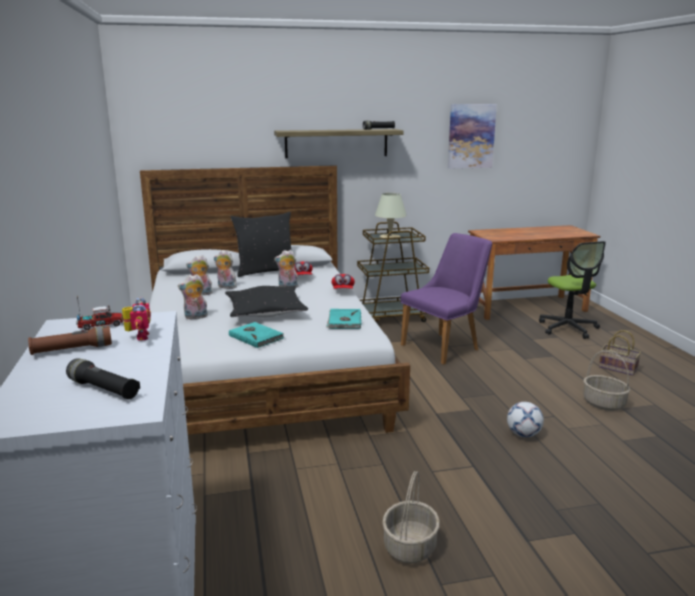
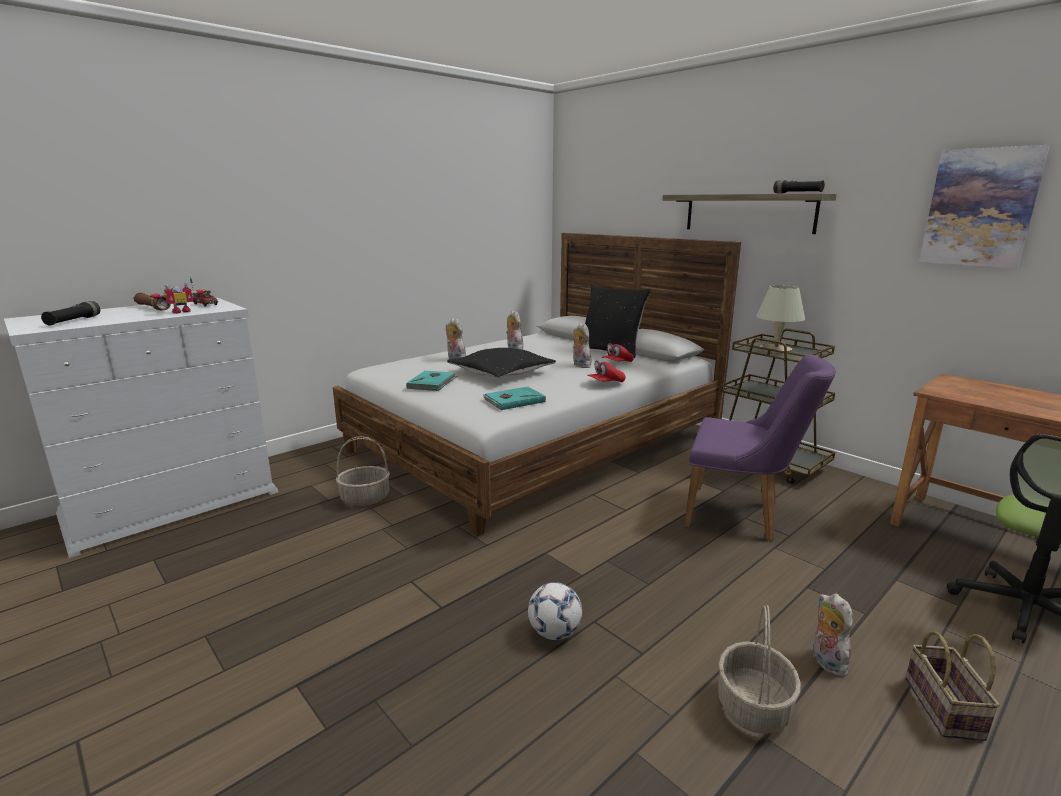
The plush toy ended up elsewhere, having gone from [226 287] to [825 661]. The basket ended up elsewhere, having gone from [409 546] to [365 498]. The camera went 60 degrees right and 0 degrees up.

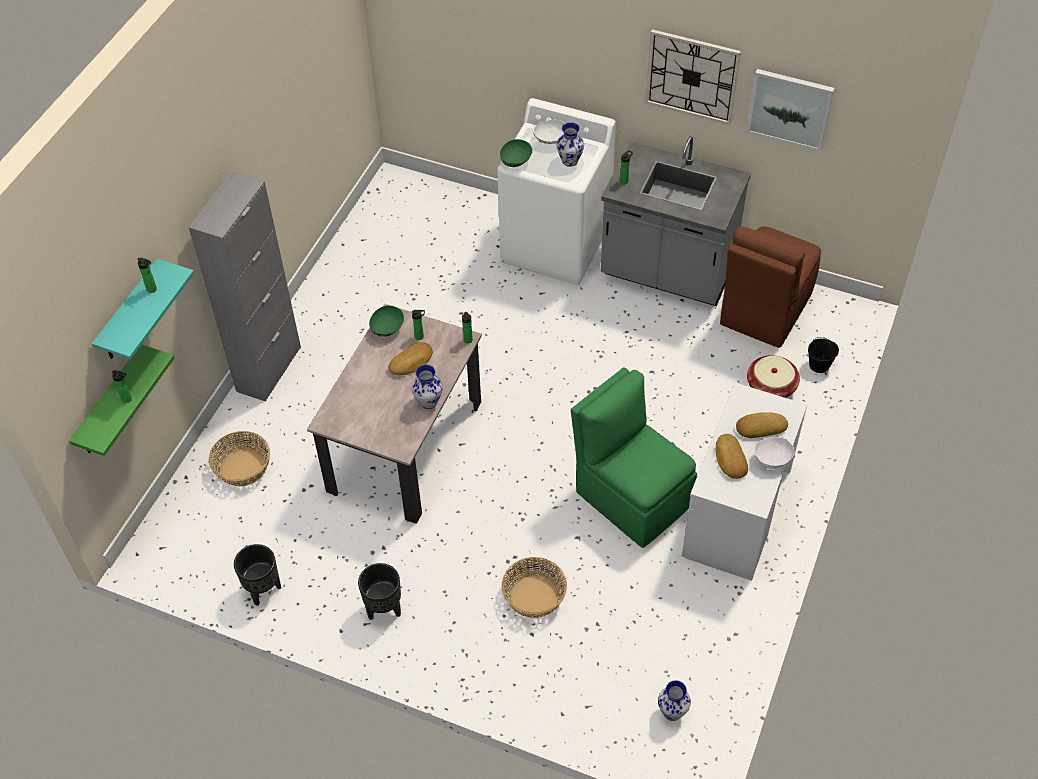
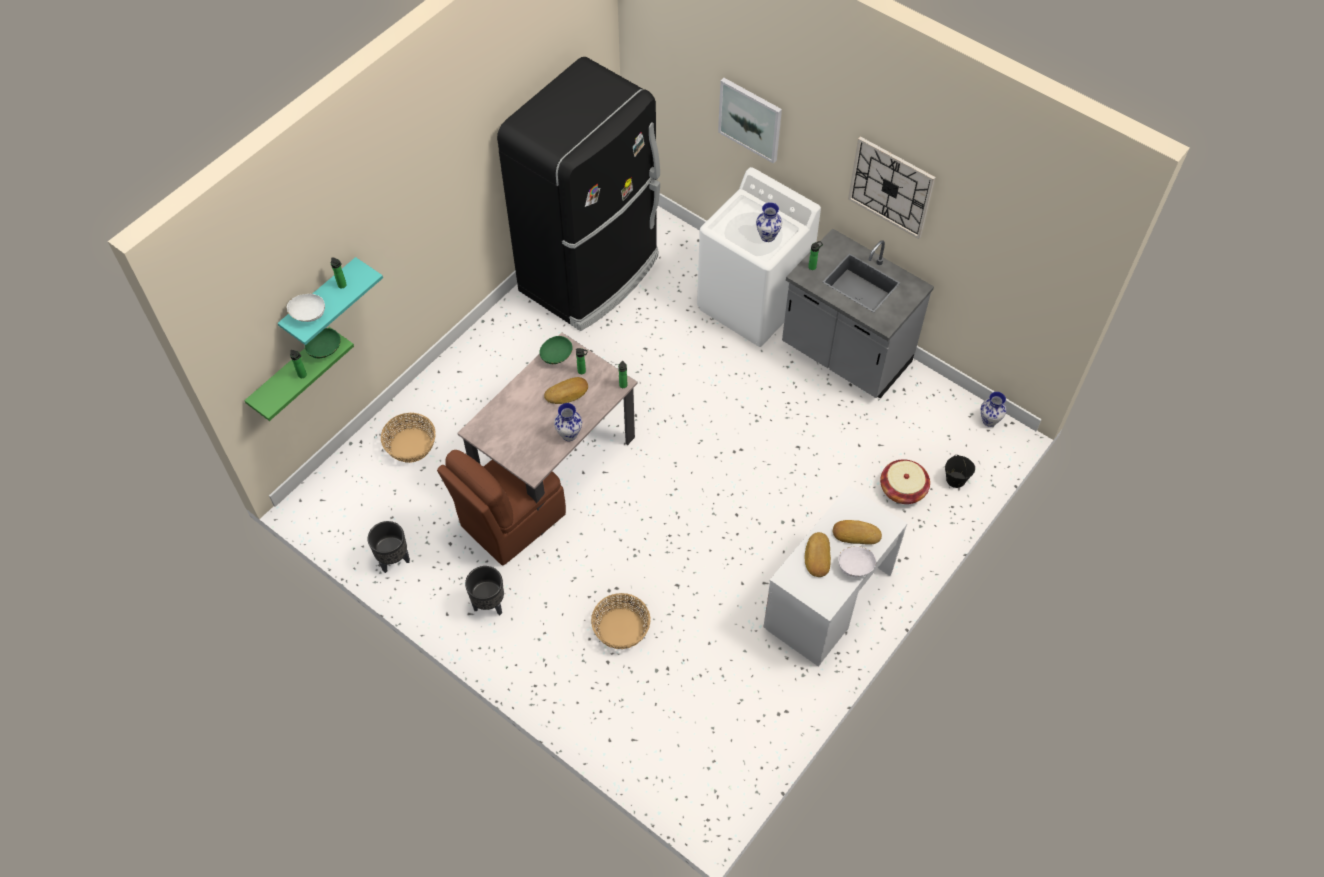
The second view lost the grey cabinet at [269 369]. The green bowl ended up elsewhere, having gone from [516 161] to [325 350]. The white bowl ended up elsewhere, having gone from [550 140] to [308 315]. The second view lost the green chair at [631 496]. The vase ended up elsewhere, having gone from [672 712] to [989 421]. The brown chair ended up elsewhere, having gone from [764 310] to [510 521]. The picture ended up elsewhere, having gone from [790 108] to [750 119]. The second view gained the black fridge at [591 274]. The camera went 15 degrees right and 5 degrees up.

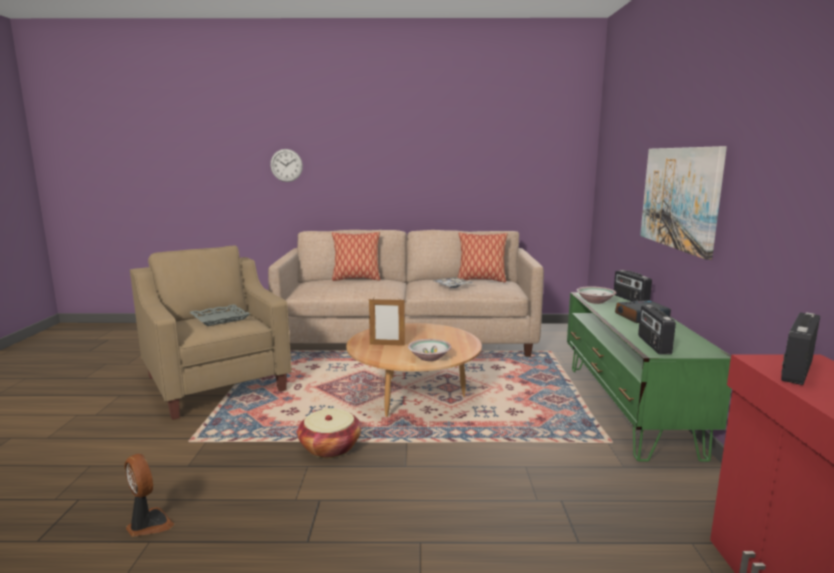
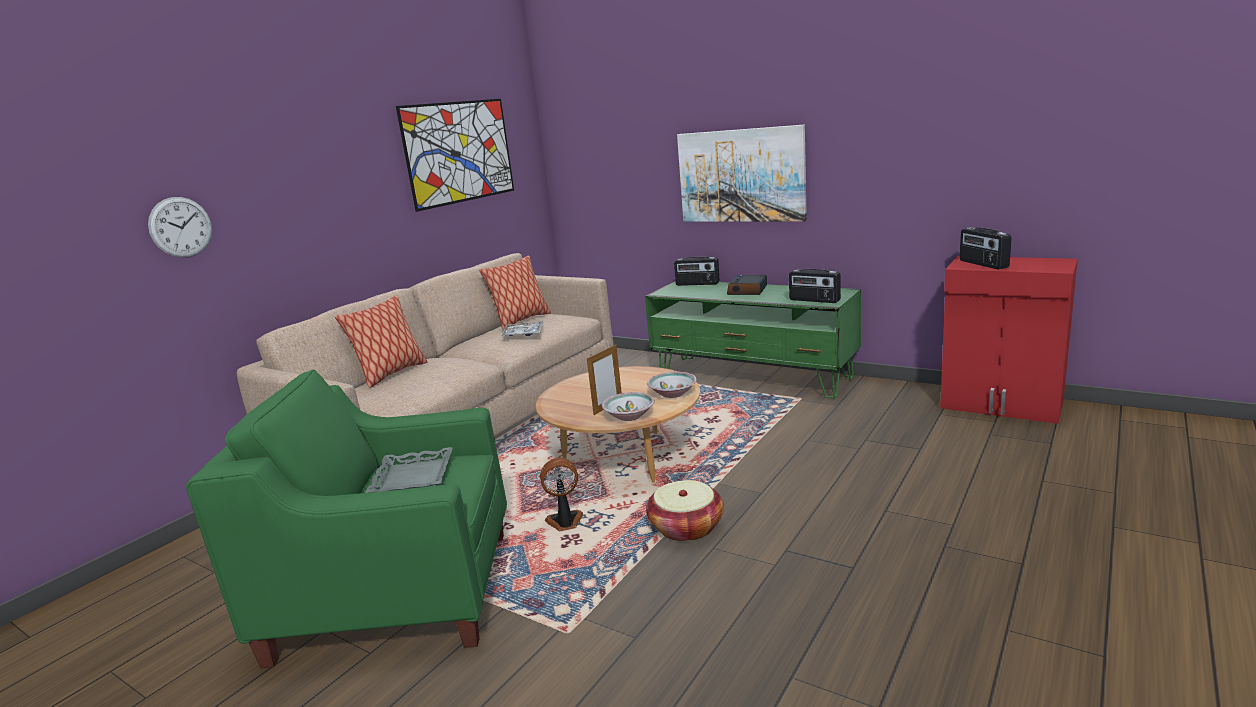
The fan ended up elsewhere, having gone from [148 524] to [565 522]. What was the beige armchair at [216 383] turned into the green armchair at [396 594]. The bowl ended up elsewhere, having gone from [595 301] to [629 415]. The second view gained the picture at [459 152]. The camera went 55 degrees left and 5 degrees up.

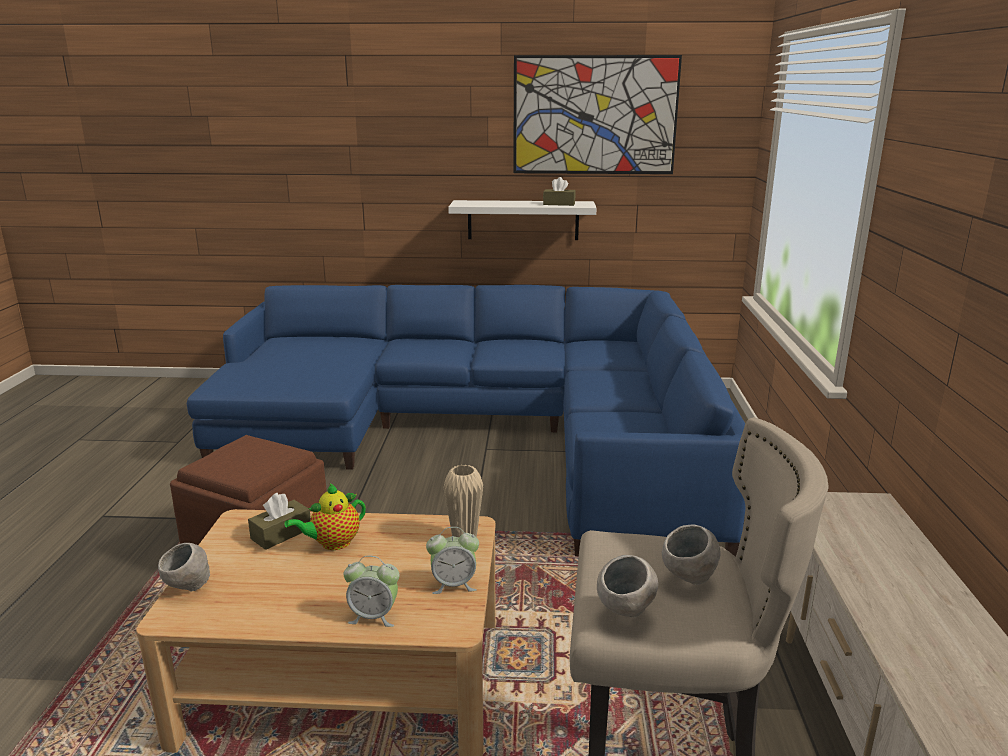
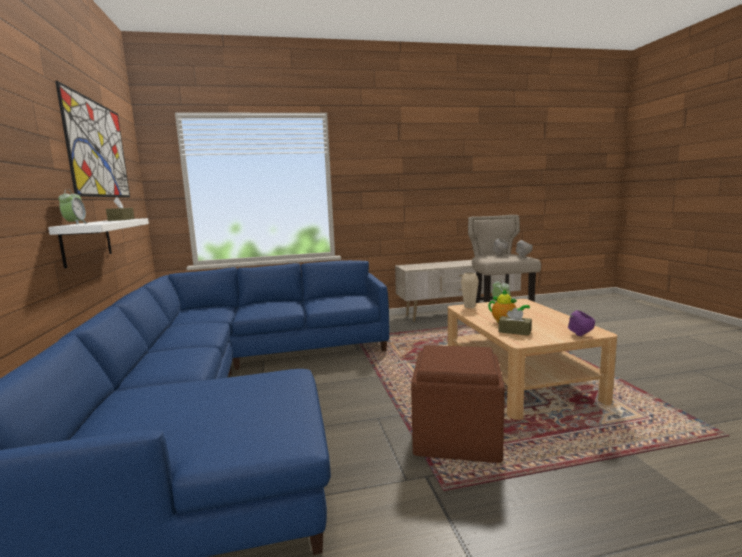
What was the grey bowl at [189 588] turned into the purple bowl at [580 335]. The alarm clock ended up elsewhere, having gone from [374 616] to [75 224]. The camera went 105 degrees left and 10 degrees down.

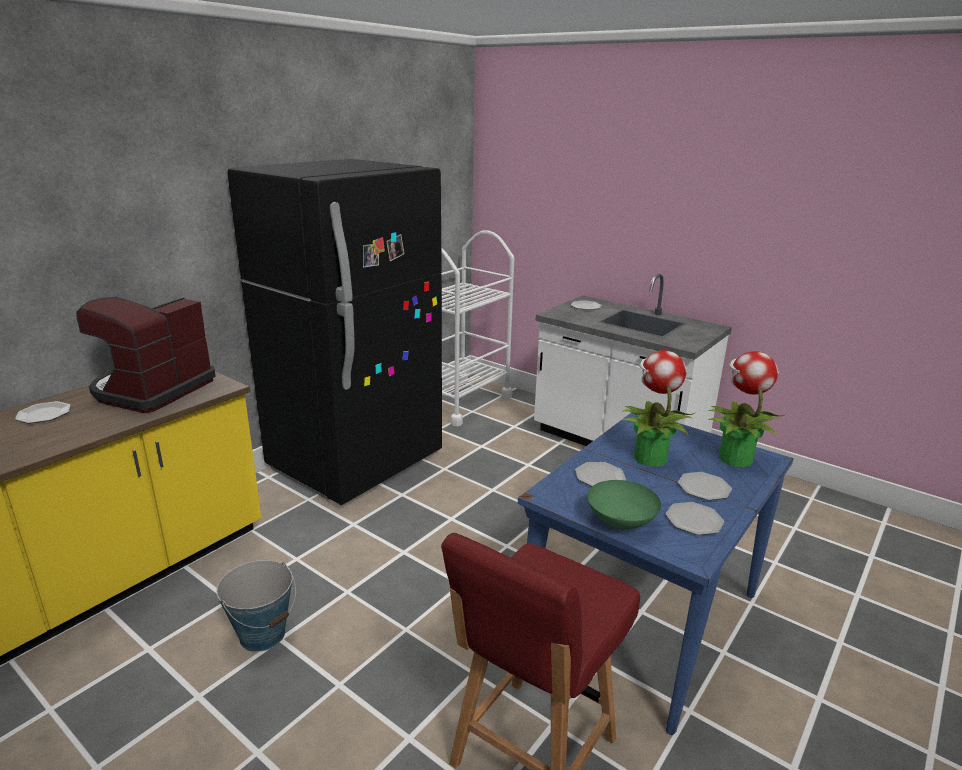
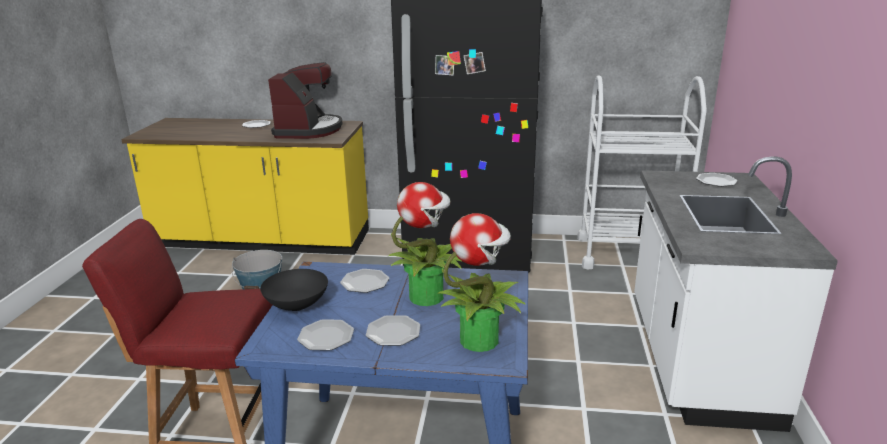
The coffee machine at [152 390] ended up facing another way, 105 degrees clockwise from before. What was the green bowl at [620 521] turned into the black bowl at [297 305]. The camera went 60 degrees right and 0 degrees up.

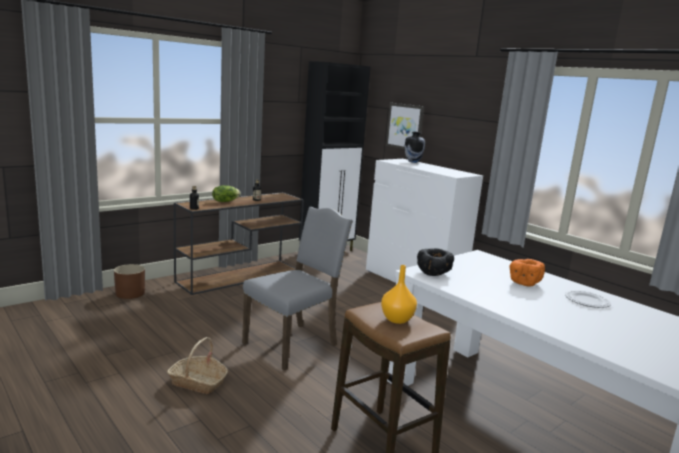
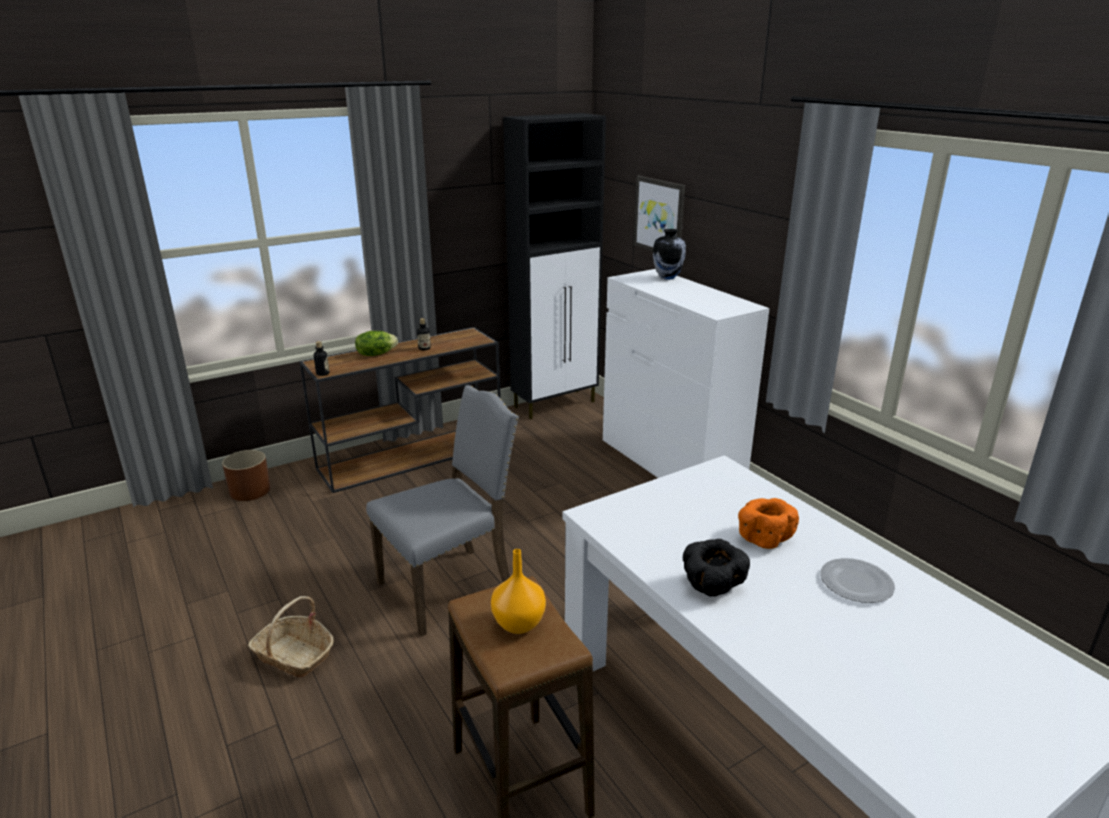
The black bowl ended up elsewhere, having gone from [433 273] to [712 586]. The camera went 10 degrees right and 10 degrees up.

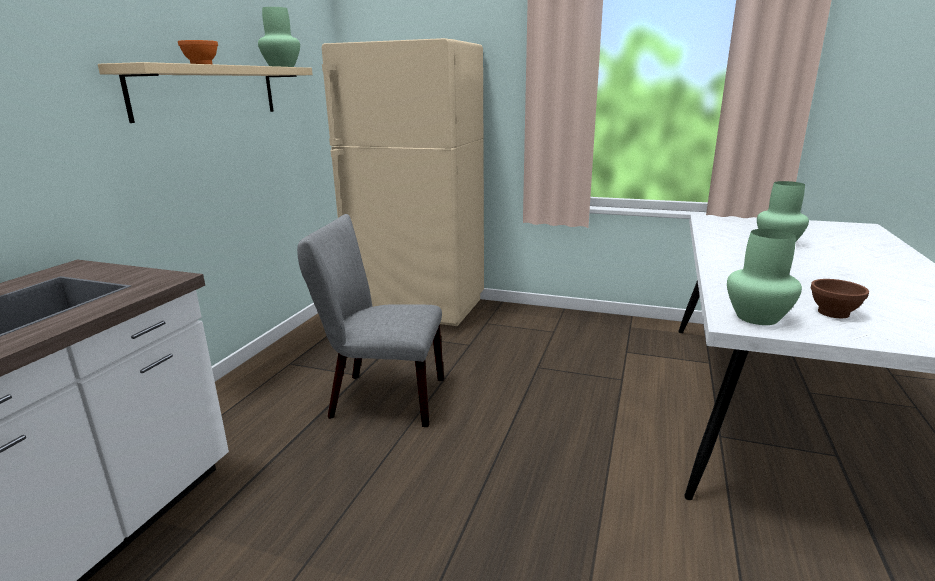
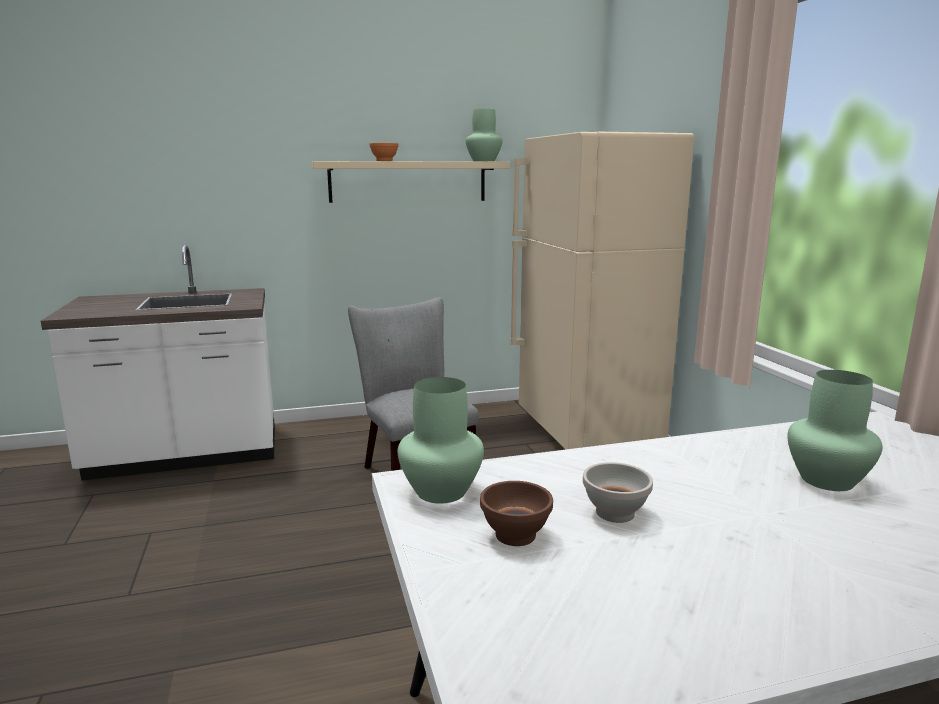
The second view gained the white bowl at [616 513]. The camera went 55 degrees right and 5 degrees down.

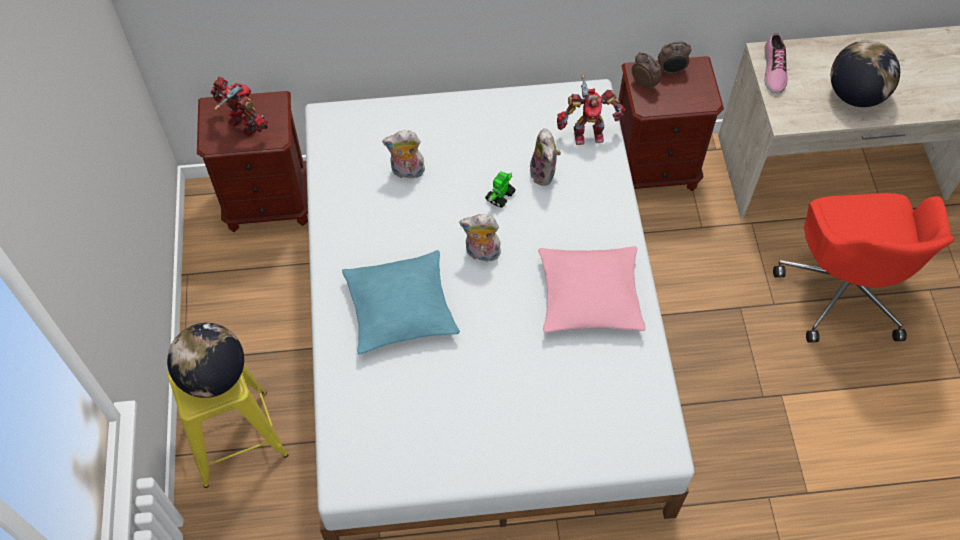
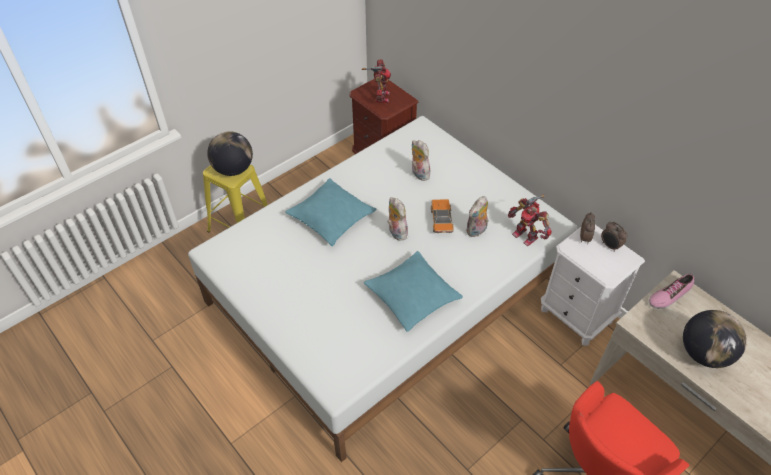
Where the toy robot stood at [500 196], the toy car came to stand at [441 220]. What was the pink pillow at [589 296] turned into the turquoise pillow at [412 296]. What was the brown nightstand at [654 170] turned into the white nightstand at [576 315]. The camera went 55 degrees right and 10 degrees down.

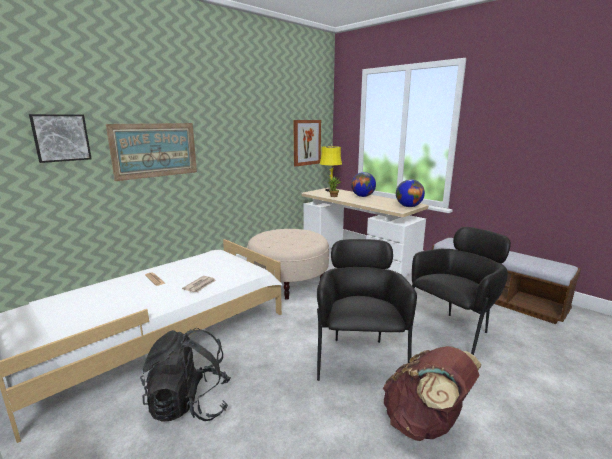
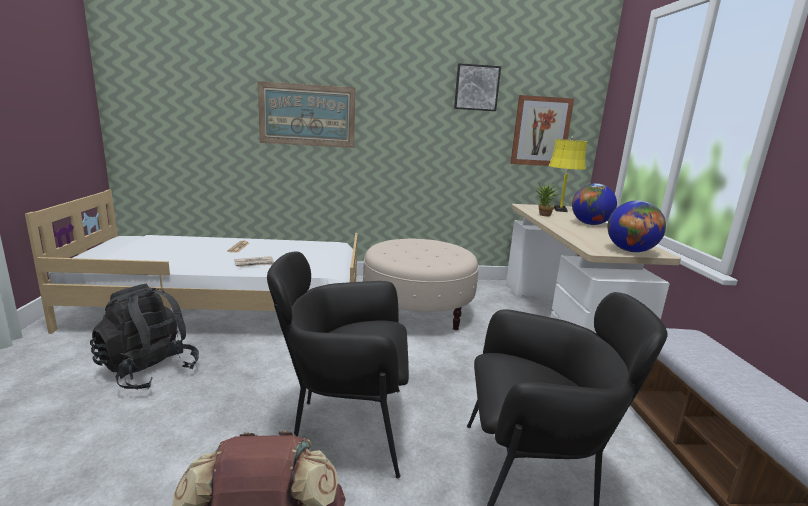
The picture ended up elsewhere, having gone from [61 137] to [476 88]. The black armchair at [360 357] ended up facing another way, 135 degrees counterclockwise from before. The camera went 40 degrees right and 0 degrees up.

